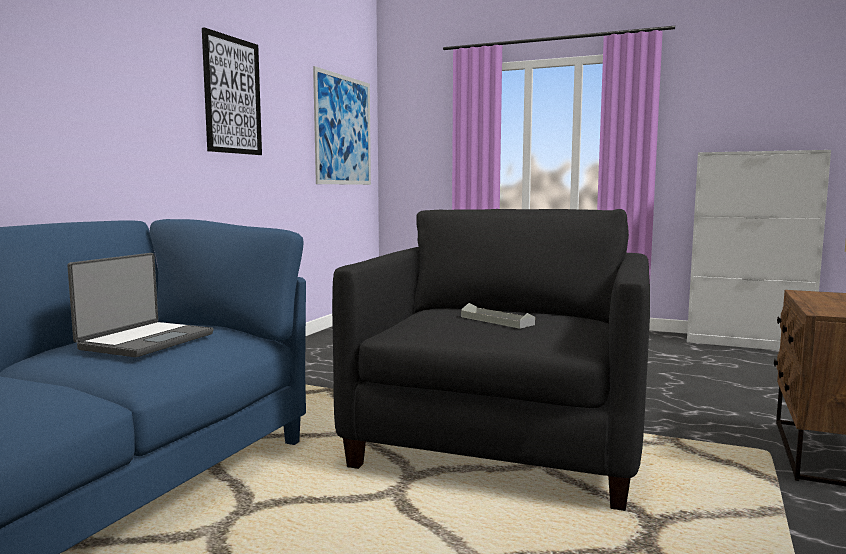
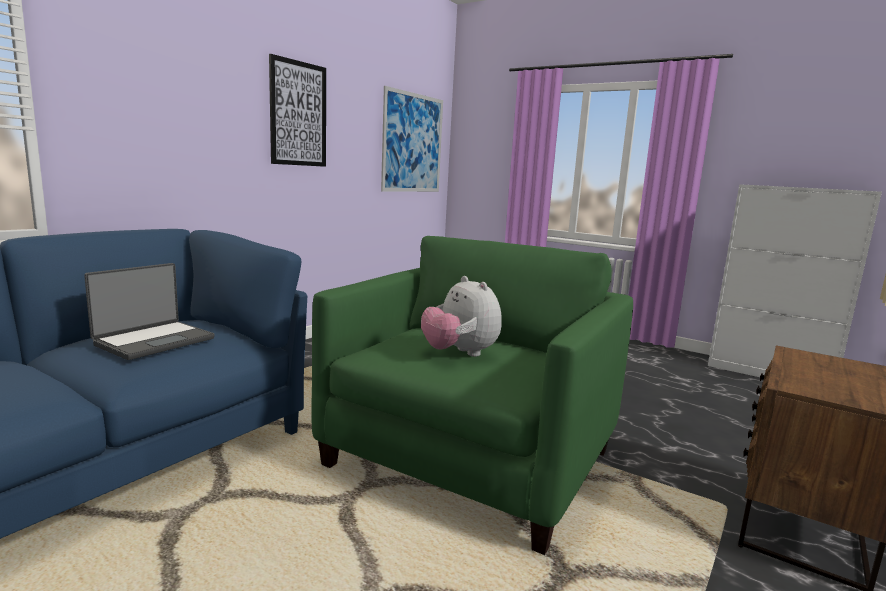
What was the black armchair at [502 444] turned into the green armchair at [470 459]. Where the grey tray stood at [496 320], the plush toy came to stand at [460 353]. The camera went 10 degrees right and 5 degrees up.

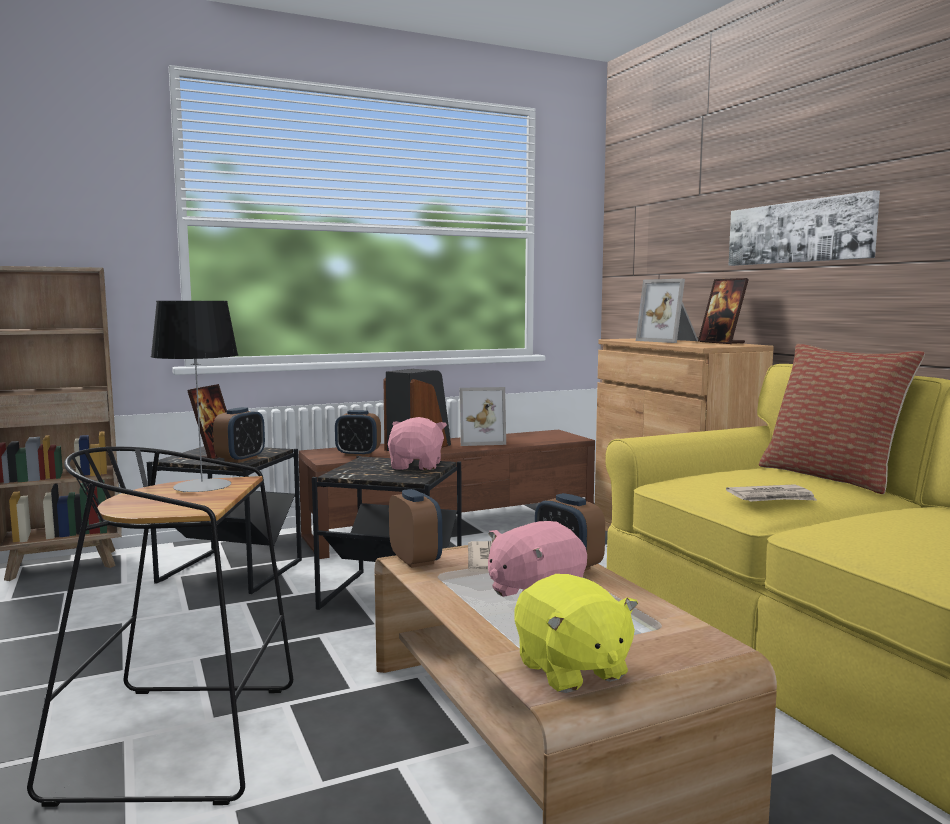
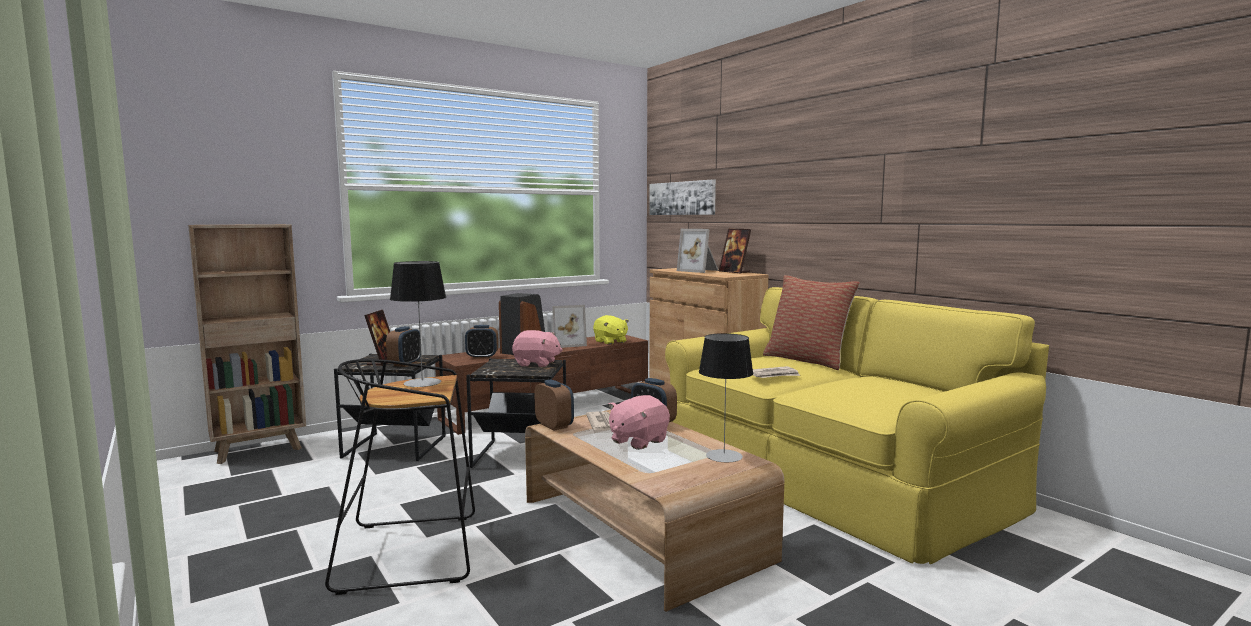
The pink plush toy at [417 466] ended up facing another way, 105 degrees clockwise from before. The yellow plush toy ended up elsewhere, having gone from [571 670] to [610 342]. The picture ended up elsewhere, having gone from [799 232] to [682 198]. The second view gained the table lamp at [724 456]. The camera went 10 degrees left and 0 degrees up.

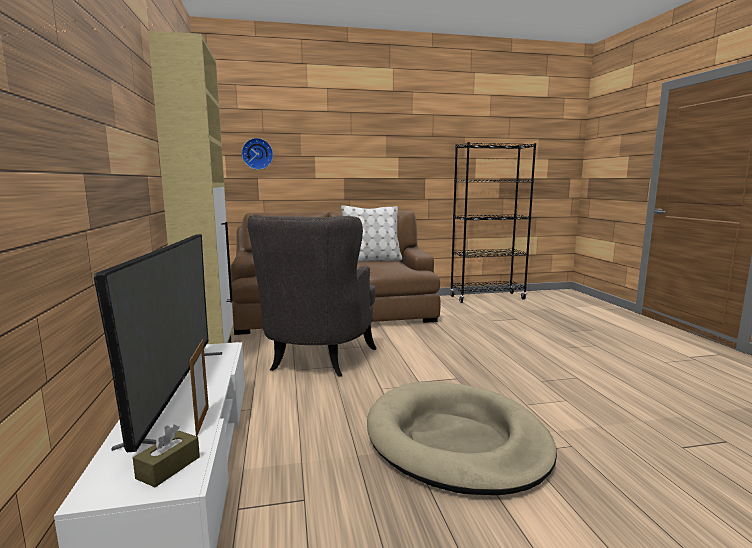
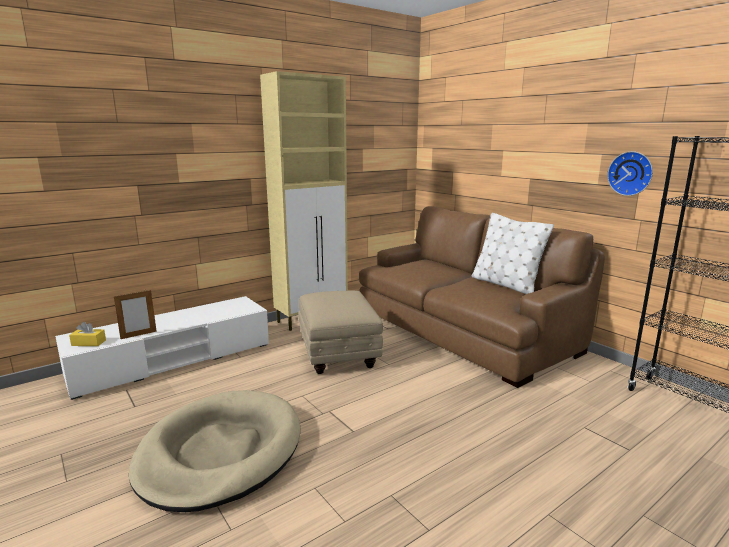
The second view lost the television at [177 392]. What was the brown tissue box at [168 467] turned into the yellow tissue box at [88 343]. The wall clock ended up elsewhere, having gone from [257 154] to [631 173]. Where the grey armchair stood at [316 361], the beige ottoman came to stand at [338 354]. The camera went 65 degrees right and 5 degrees up.

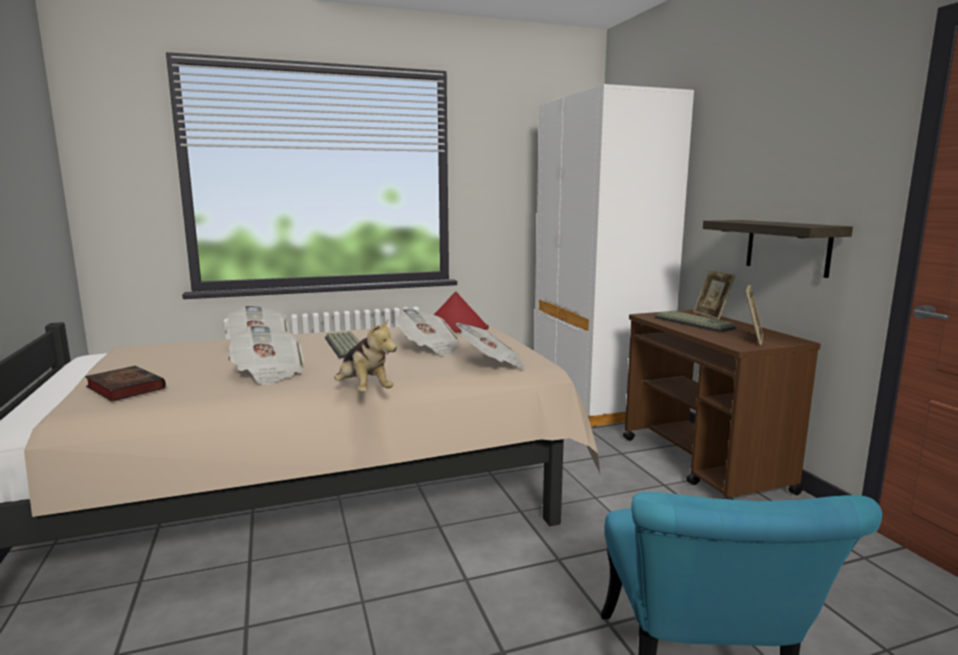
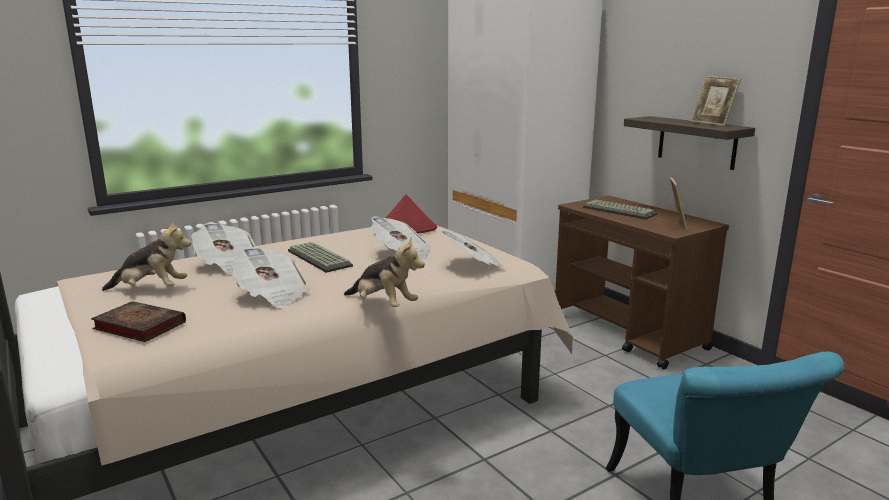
The picture frame ended up elsewhere, having gone from [711 315] to [712 123]. The second view gained the plush toy at [151 289]. The camera went 15 degrees left and 5 degrees up.

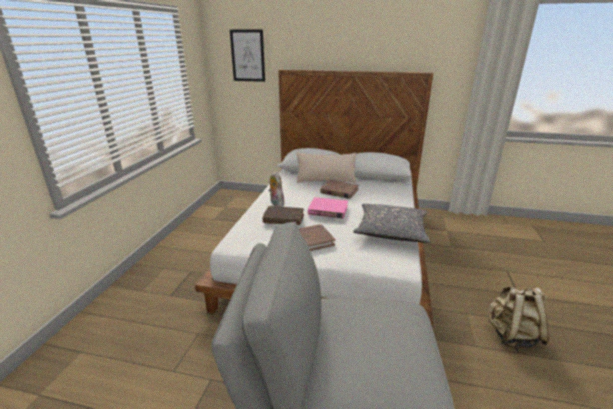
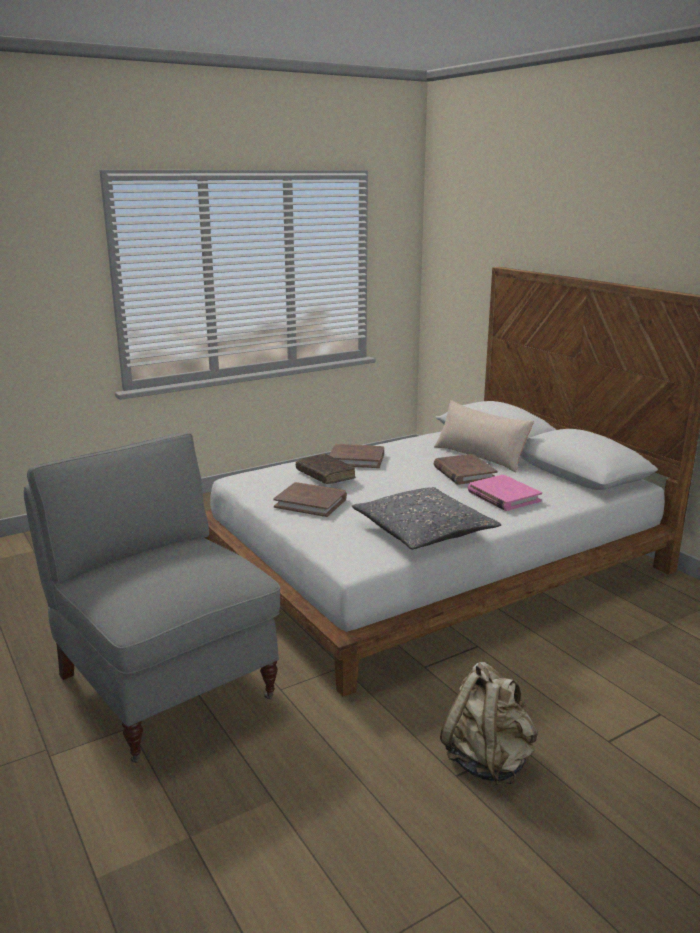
The second view lost the picture at [248 56]. Where the plush toy stood at [276 203], the brown book came to stand at [356 459]. The pink book ended up elsewhere, having gone from [328 210] to [503 496]. The camera went 45 degrees right and 5 degrees down.

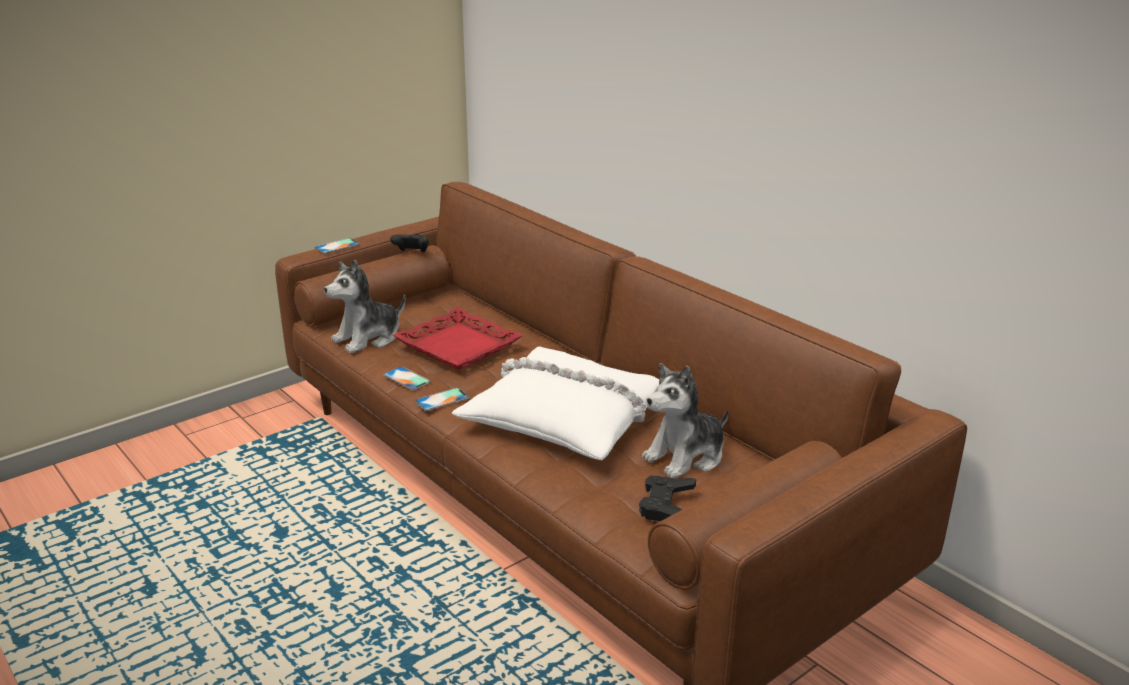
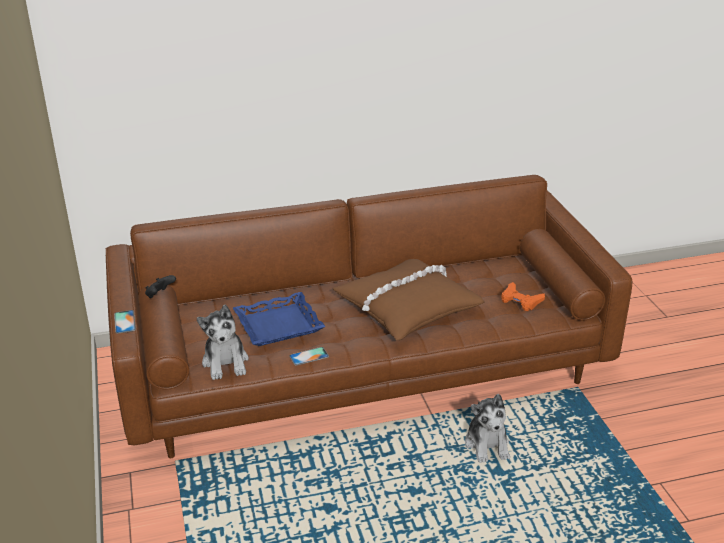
What was the red tray at [459 346] turned into the blue tray at [278 324]. The second view lost the phone at [442 399]. What was the white pillow at [566 417] turned into the brown pillow at [406 308]. What was the black game controller at [666 504] turned into the orange game controller at [520 300]. The plush toy ended up elsewhere, having gone from [686 457] to [487 445]. The camera went 65 degrees left and 5 degrees up.

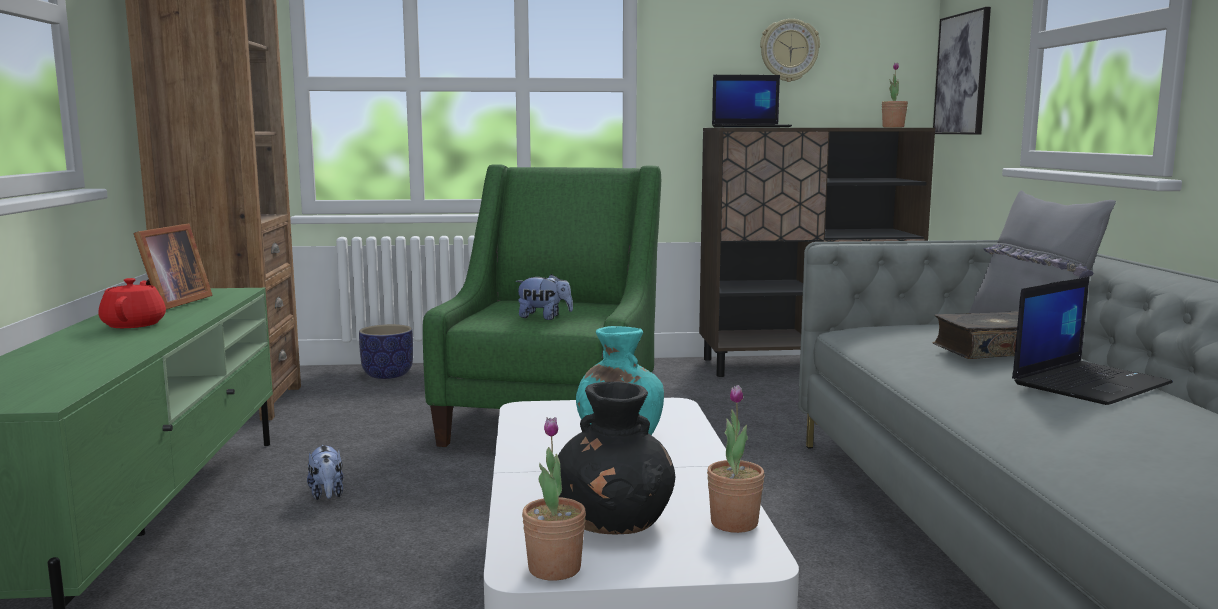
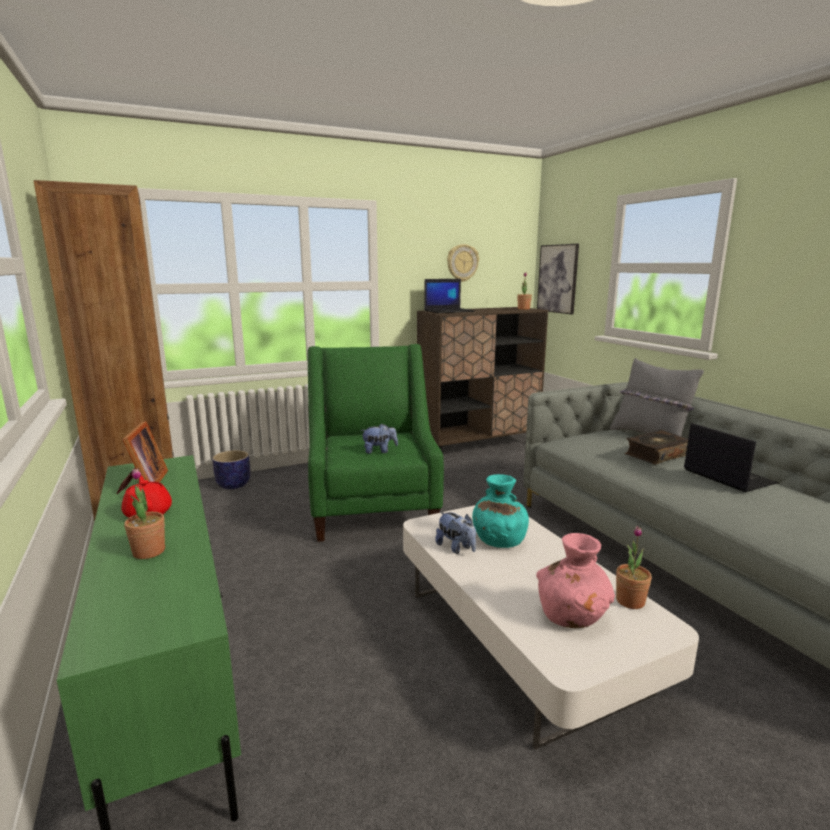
The plush toy ended up elsewhere, having gone from [327 494] to [456 548]. The potted plant ended up elsewhere, having gone from [554 569] to [149 551]. What was the black vase at [614 523] turned into the pink vase at [572 616]. The laptop at [1090 383] ended up facing another way, 60 degrees counterclockwise from before. The camera went 20 degrees left and 5 degrees up.

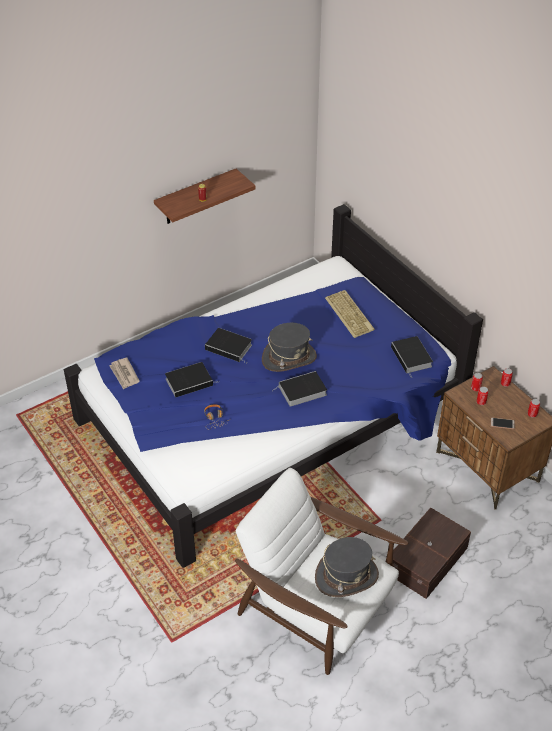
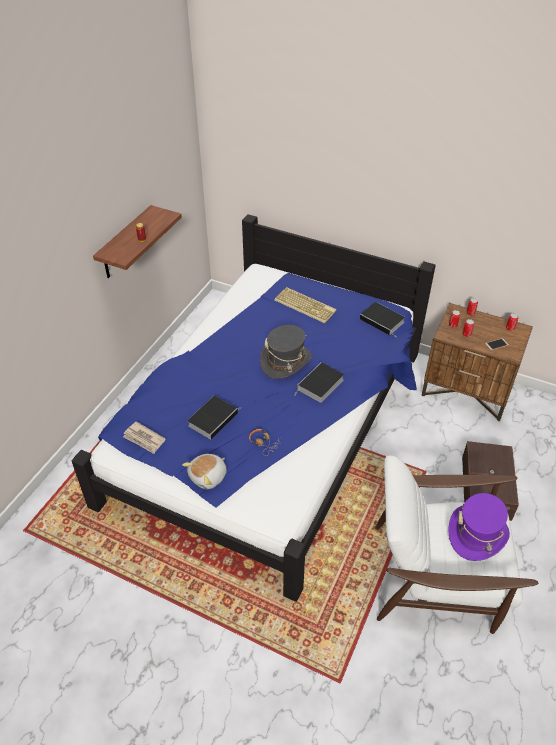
The second view lost the book at [230 347]. What was the grey hat at [346 576] turned into the purple hat at [477 534]. The second view gained the plush toy at [208 477]. The camera went 30 degrees left and 0 degrees up.

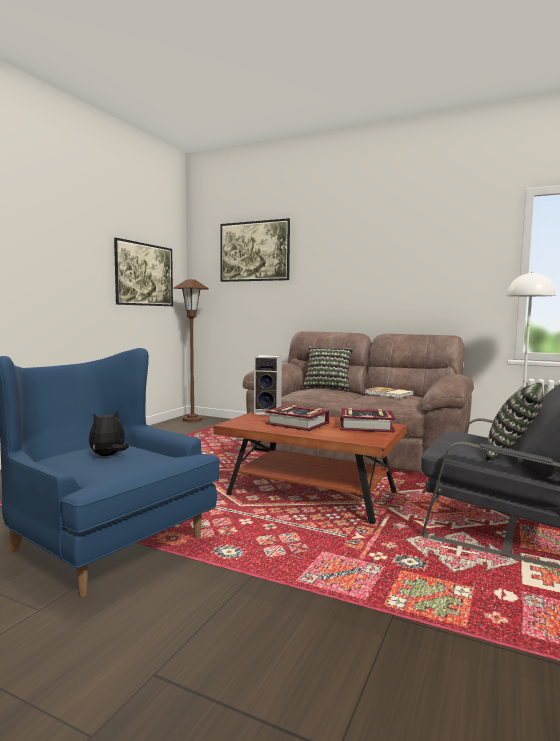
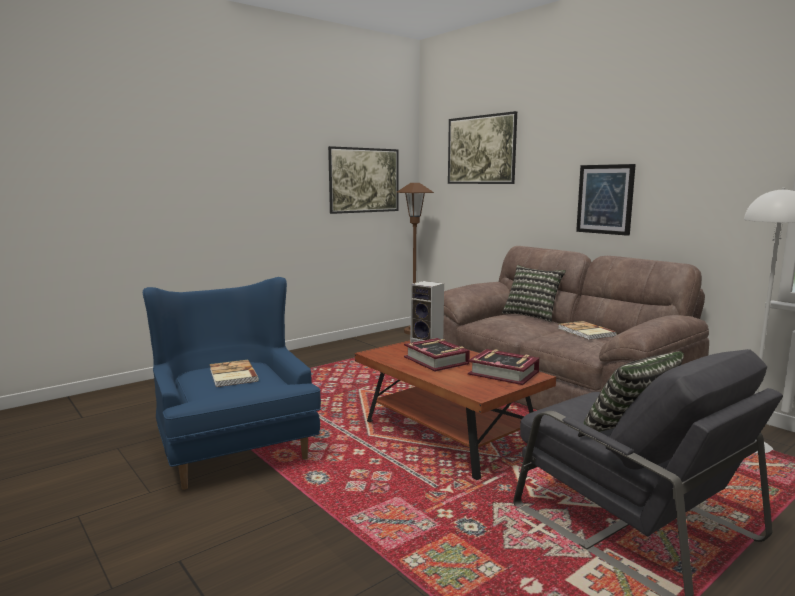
Where the plush toy stood at [108 456], the book came to stand at [232 375]. The second view gained the picture at [605 199]. The camera went 25 degrees right and 5 degrees up.

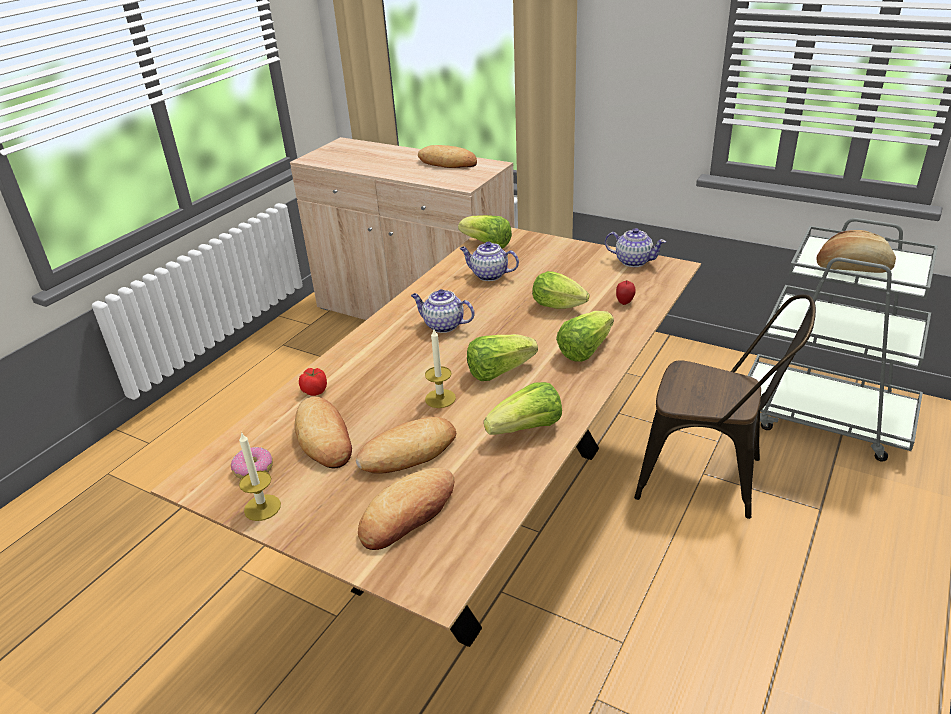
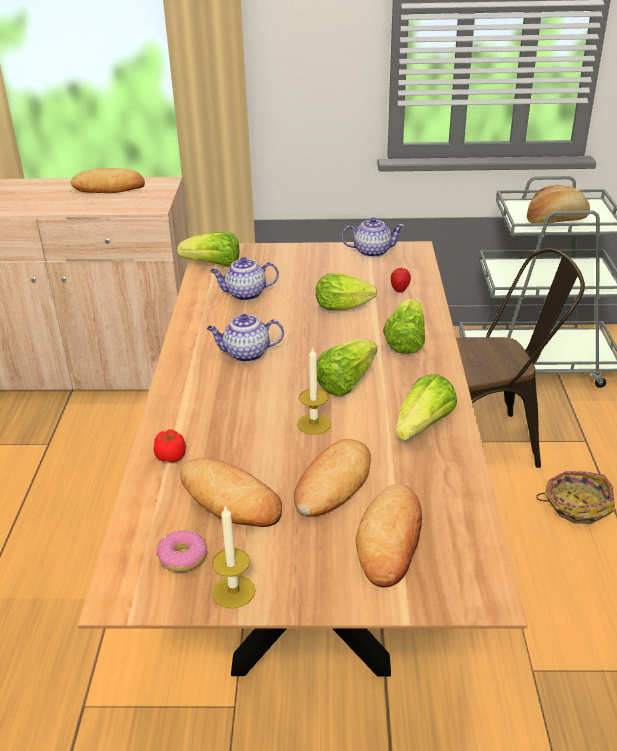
The second view gained the basket at [576 505]. The camera went 30 degrees left and 0 degrees up.

